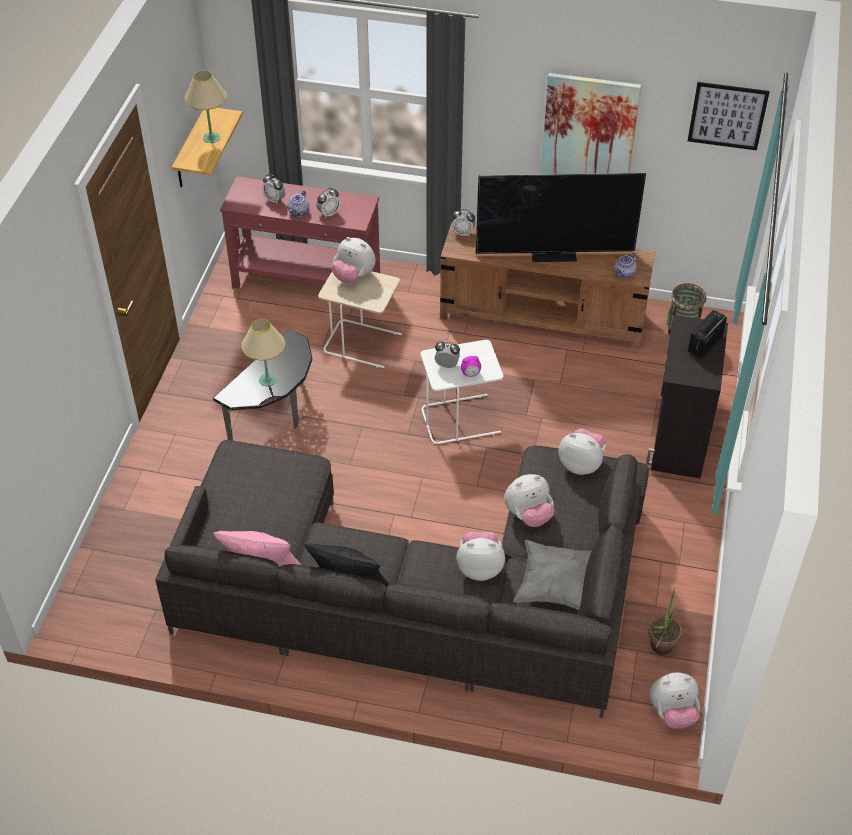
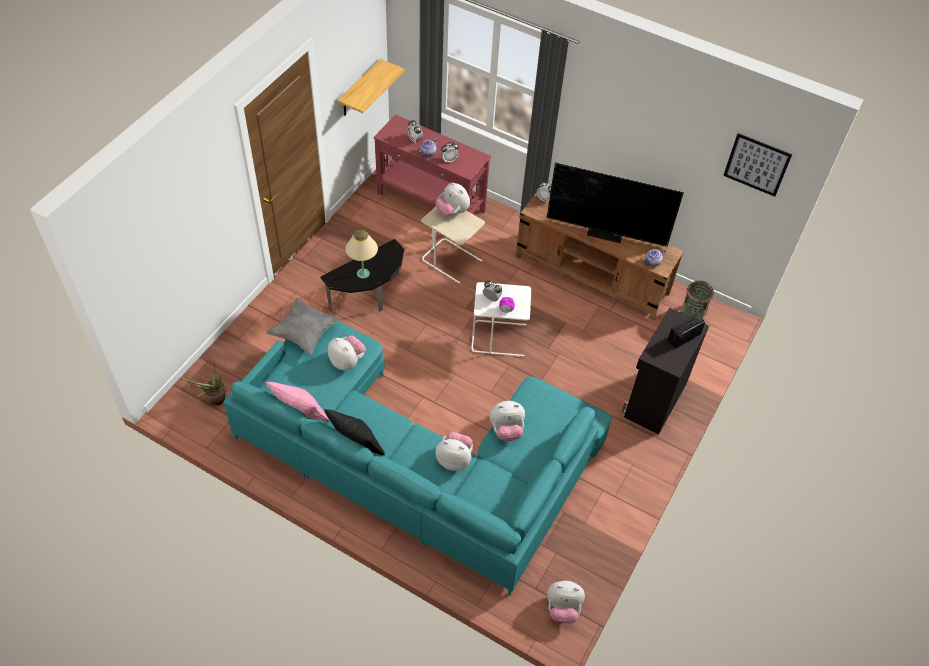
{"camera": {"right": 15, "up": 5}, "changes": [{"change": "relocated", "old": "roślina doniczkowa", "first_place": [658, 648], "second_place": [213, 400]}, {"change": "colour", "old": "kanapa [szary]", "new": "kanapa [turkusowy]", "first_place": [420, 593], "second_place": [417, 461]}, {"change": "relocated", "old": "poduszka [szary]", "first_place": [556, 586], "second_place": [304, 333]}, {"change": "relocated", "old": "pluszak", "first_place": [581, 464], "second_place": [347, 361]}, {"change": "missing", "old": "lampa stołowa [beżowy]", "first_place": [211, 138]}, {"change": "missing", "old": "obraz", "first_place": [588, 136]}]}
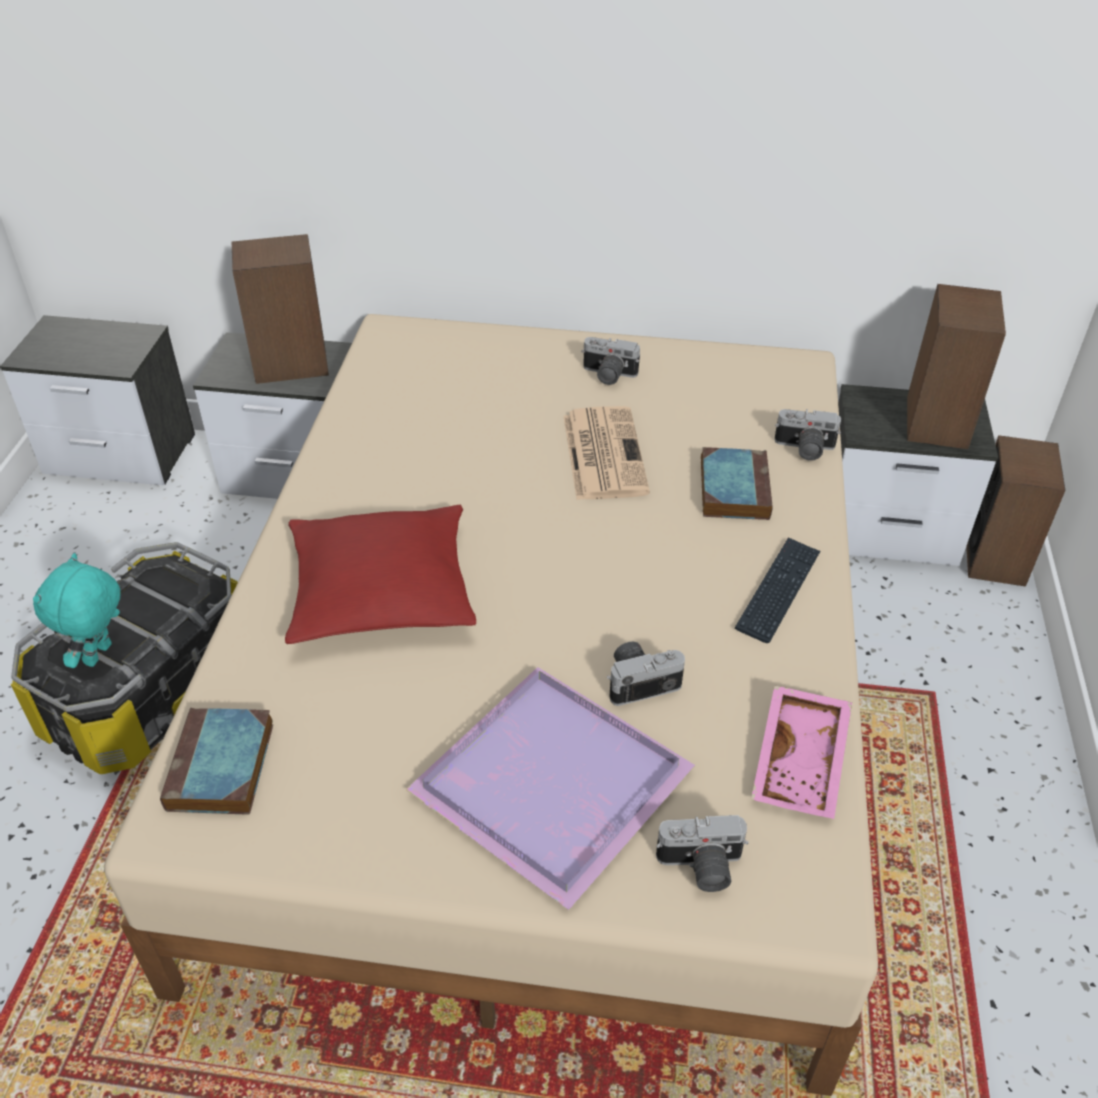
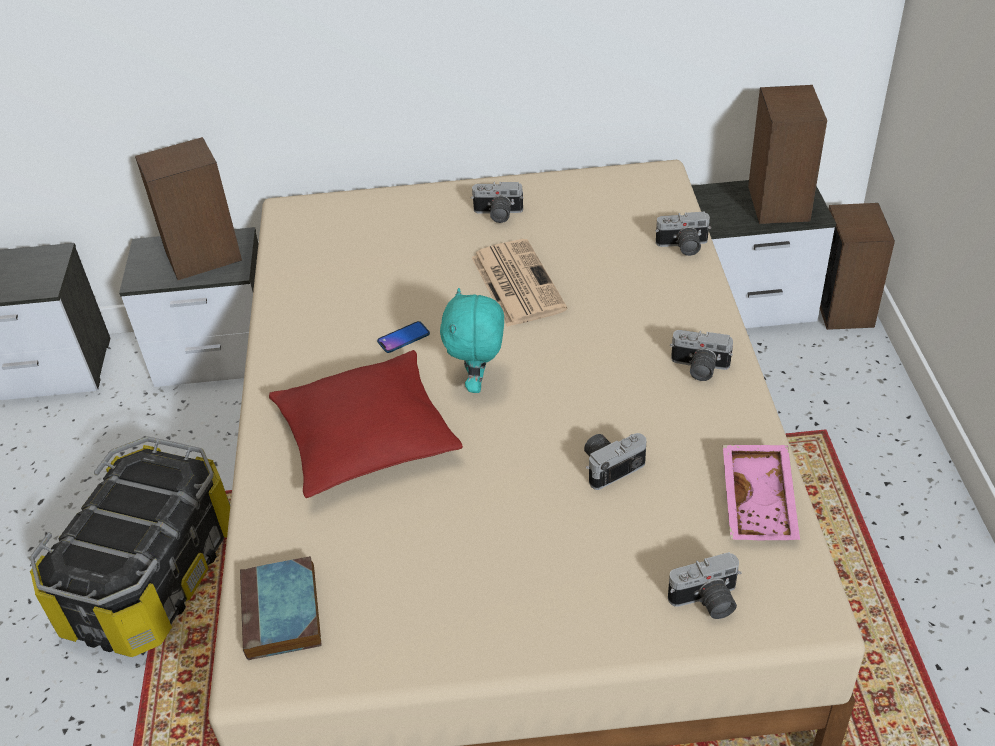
{"camera": {"right": -10, "up": 0}, "changes": [{"change": "appeared", "new": "telefon", "second_place": [403, 338]}, {"change": "relocated", "old": "pluszak [turkusowy]", "first_place": [100, 655], "second_place": [478, 383]}, {"change": "exchanged", "old": "klawiatura", "new": "aparat fotograficzny", "first_place": [778, 590], "second_place": [698, 368]}, {"change": "missing", "old": "taca [fioletowy]", "first_place": [546, 783]}, {"change": "missing", "old": "książka", "first_place": [733, 488]}]}
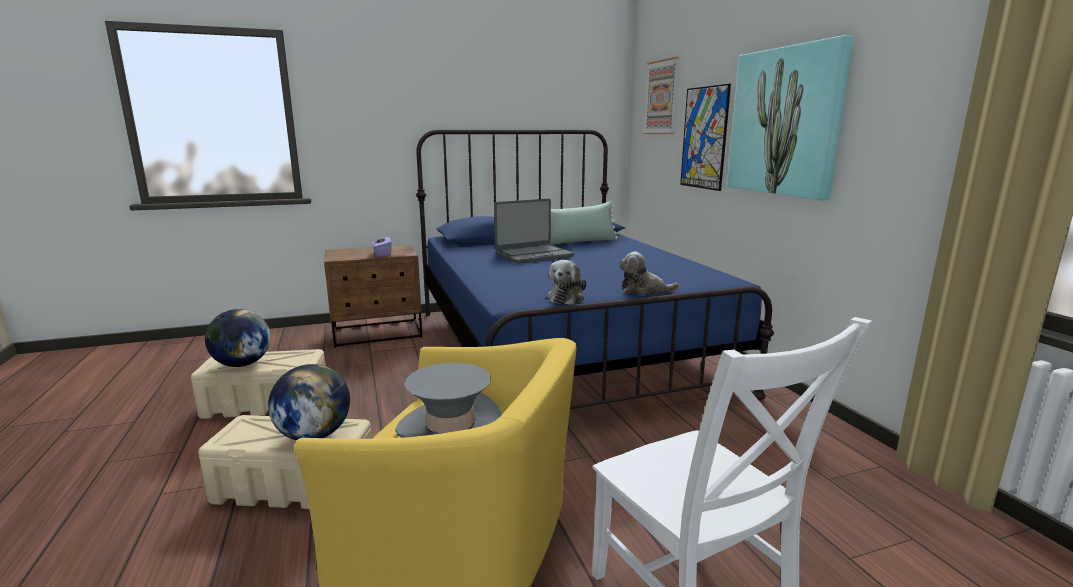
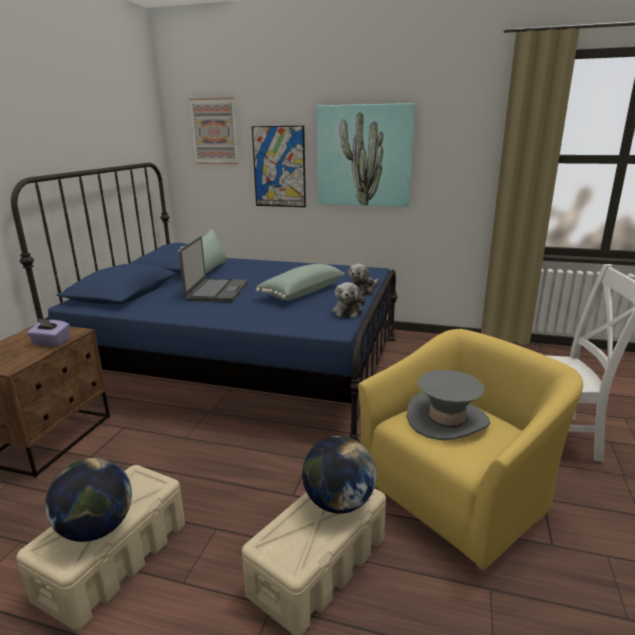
{"camera": {"right": -55, "up": 5}, "changes": [{"change": "appeared", "new": "poduszka [zielony]", "second_place": [301, 292]}, {"change": "spun", "old": "pluszak", "first_place": [566, 297], "second_place": [348, 311], "degrees": 45}]}
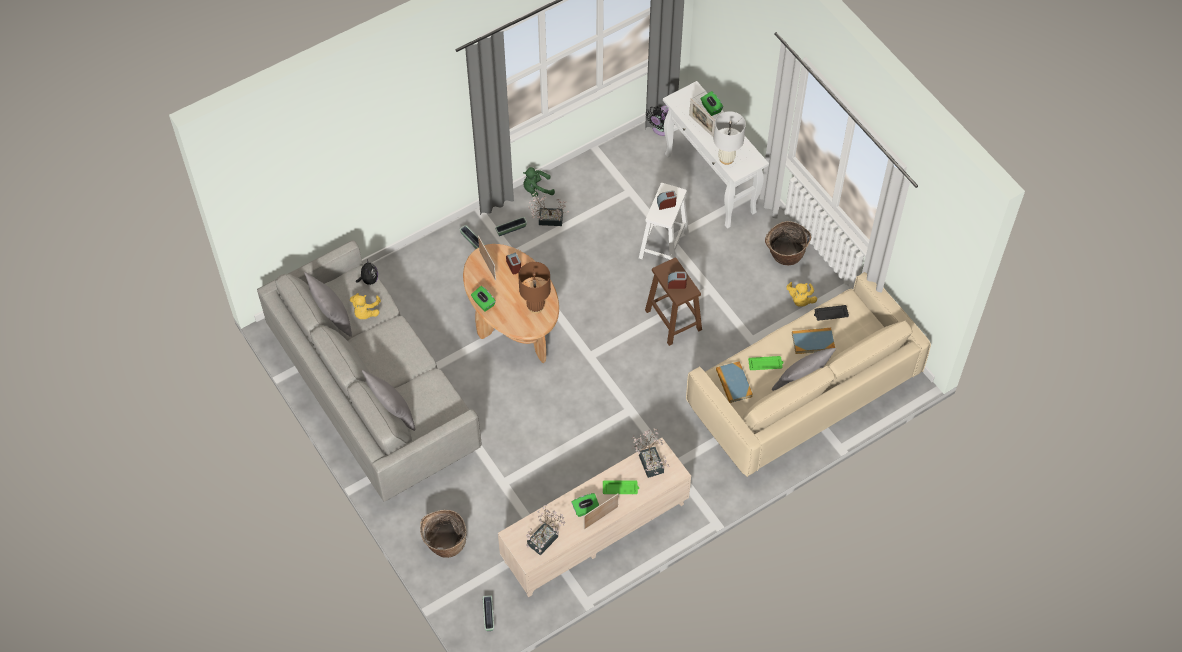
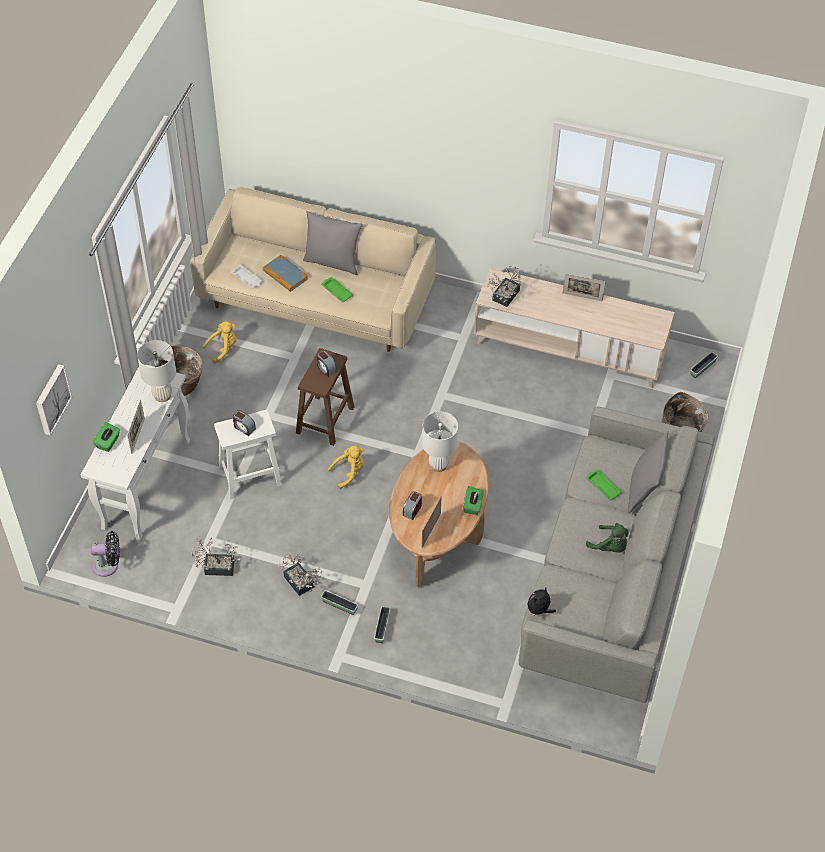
{"camera": {"right": -130, "up": -5}, "changes": [{"change": "appeared", "new": "obraz", "second_place": [51, 399]}, {"change": "relocated", "old": "roślina doniczkowa", "first_place": [545, 538], "second_place": [215, 567]}, {"change": "colour", "old": "taca [czarny]", "new": "taca [biały]", "first_place": [830, 314], "second_place": [247, 278]}, {"change": "relocated", "old": "pluszak [żółty]", "first_place": [365, 312], "second_place": [349, 472]}, {"change": "colour", "old": "lampa stołowa [brązowy]", "new": "lampa stołowa [biały]", "first_place": [535, 307], "second_place": [438, 465]}, {"change": "relocated", "old": "taca [zielony]", "first_place": [621, 488], "second_place": [602, 486]}, {"change": "relocated", "old": "pluszak [zielony]", "first_place": [536, 189], "second_place": [609, 546]}, {"change": "missing", "old": "poduszka [szary]", "first_place": [332, 318]}, {"change": "missing", "old": "pudełko chusteczek [zielony]", "first_place": [585, 509]}, {"change": "missing", "old": "książka", "first_place": [734, 383]}]}
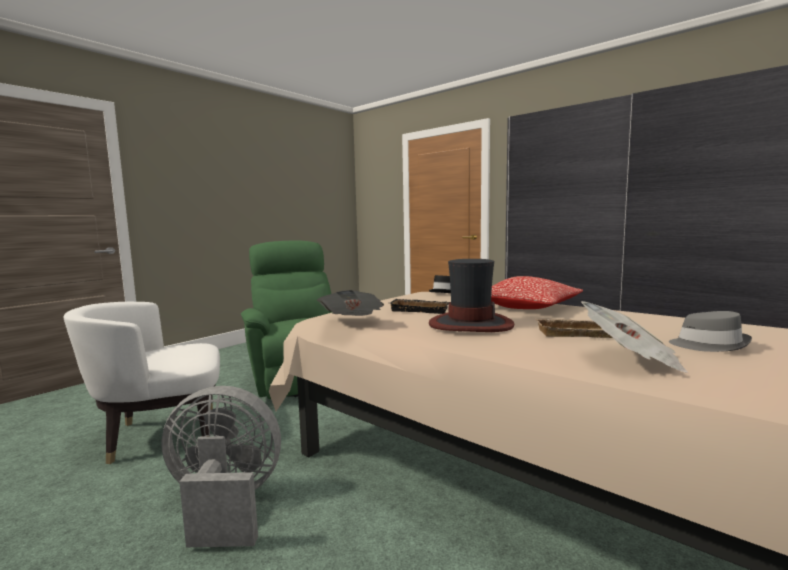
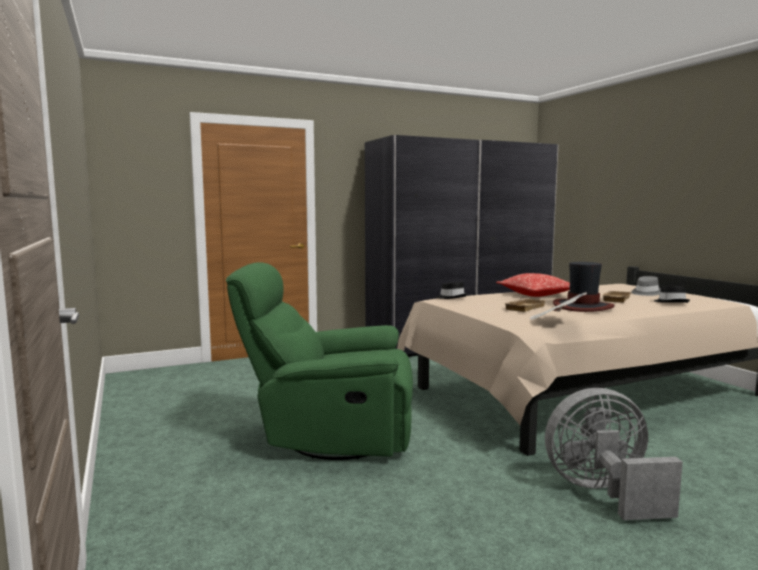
{"camera": {"right": -65, "up": 0}, "changes": [{"change": "colour", "old": "taca [czarny]", "new": "taca [beżowy]", "first_place": [421, 310], "second_place": [523, 307]}, {"change": "spun", "old": "wentylator [szary]", "first_place": [225, 505], "second_place": [603, 492], "degrees": 60}, {"change": "exchanged", "old": "gazeta", "new": "kapelusz [czarny]", "first_place": [632, 360], "second_place": [671, 302]}, {"change": "missing", "old": "fotel [biały]", "first_place": [161, 434]}]}
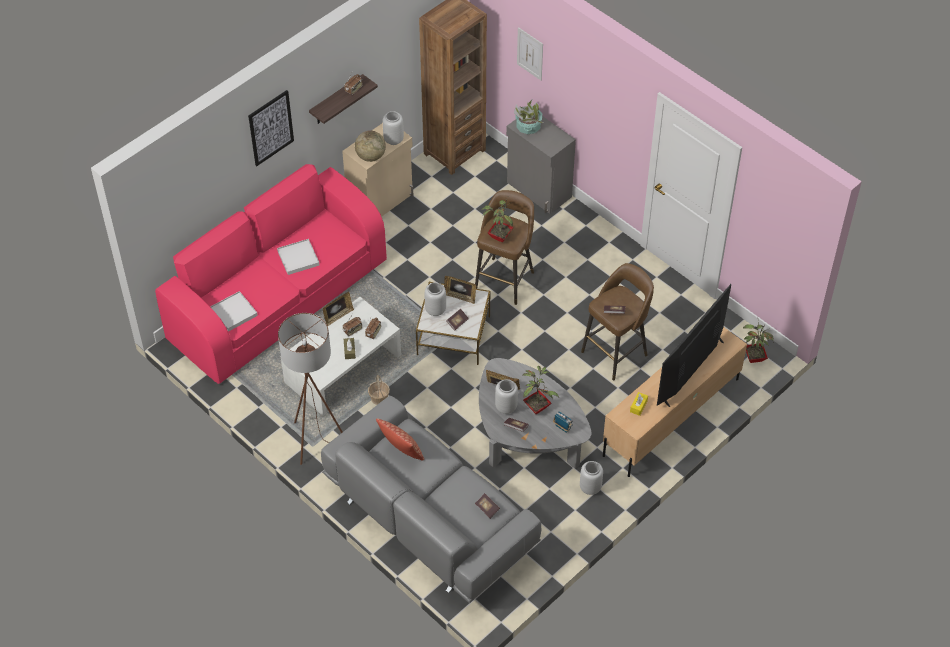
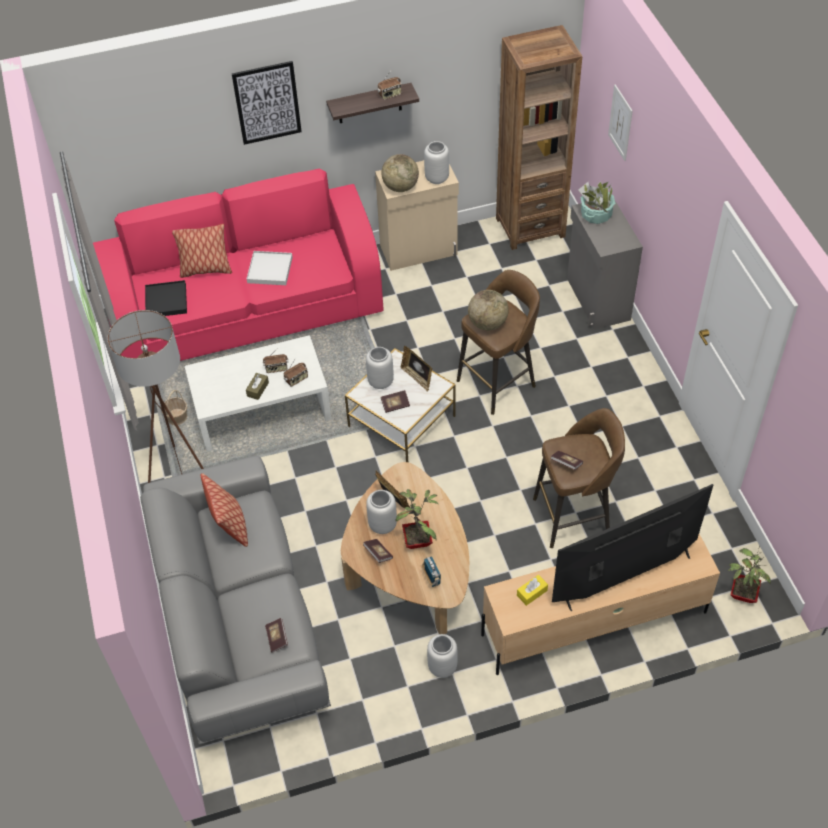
{"camera": {"right": 30, "up": 0}, "changes": [{"change": "colour", "old": "taca [biały]", "new": "taca [czarny]", "first_place": [234, 312], "second_place": [166, 301]}, {"change": "relocated", "old": "koszyk", "first_place": [379, 398], "second_place": [176, 417]}, {"change": "appeared", "new": "poduszka", "second_place": [205, 270]}, {"change": "colour", "old": "ława [szary]", "new": "ława [brązowy]", "first_place": [527, 434], "second_place": [410, 569]}, {"change": "exchanged", "old": "roślina doniczkowa", "new": "globus", "first_place": [499, 236], "second_place": [487, 323]}, {"change": "missing", "old": "ramka na zdjęcie", "first_place": [338, 316]}]}
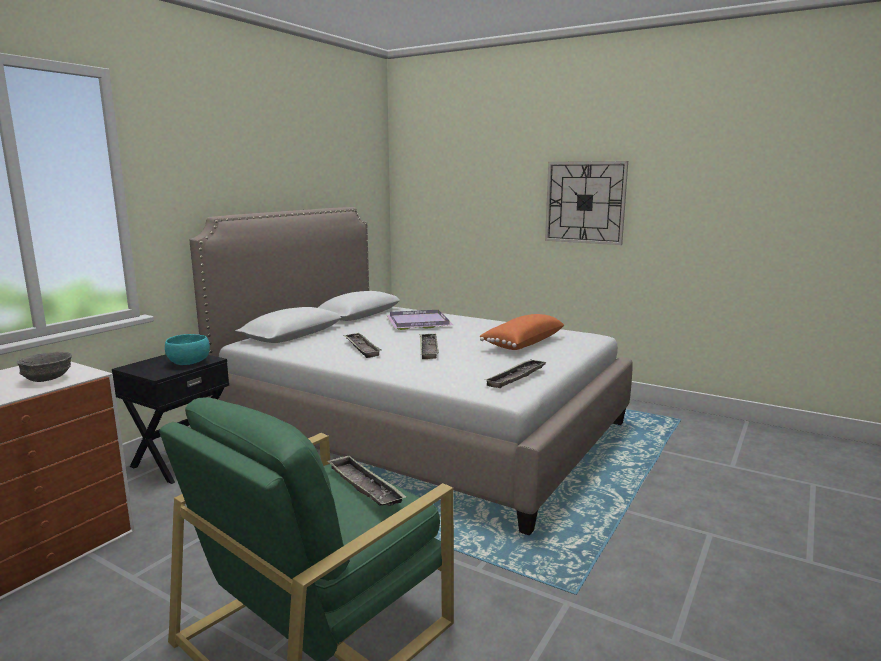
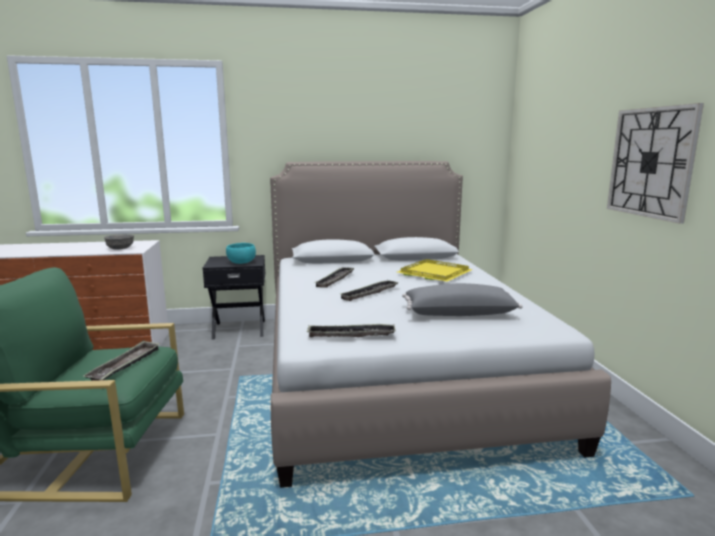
{"camera": {"right": 50, "up": 0}, "changes": [{"change": "colour", "old": "taca [fioletowy]", "new": "taca [żółty]", "first_place": [419, 322], "second_place": [436, 273]}, {"change": "colour", "old": "poduszka [pomarańczowy]", "new": "poduszka [szary]", "first_place": [522, 343], "second_place": [459, 313]}]}
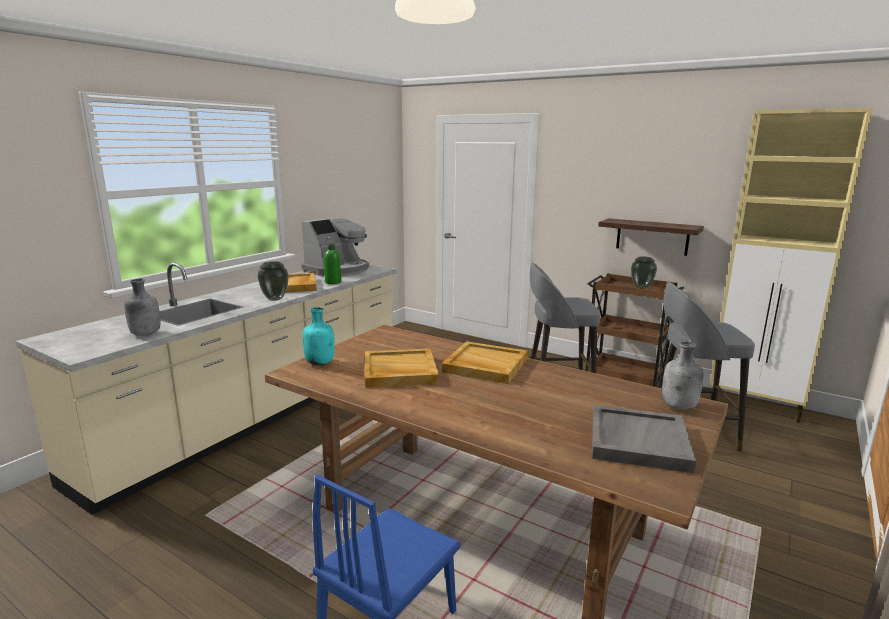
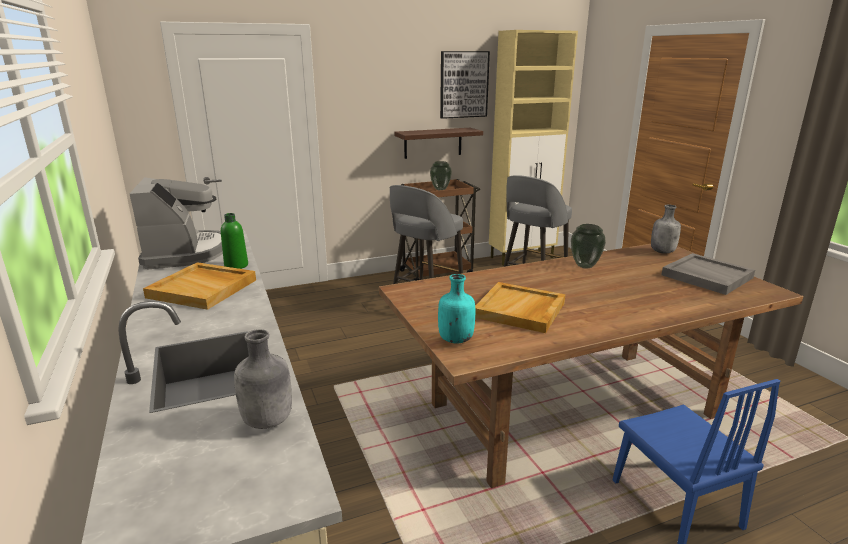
{"camera": {"right": -55, "up": 5}, "changes": [{"change": "appeared", "new": "obraz", "second_place": [463, 84]}, {"change": "relocated", "old": "wazon", "first_place": [275, 299], "second_place": [585, 266]}, {"change": "missing", "old": "taca [beżowy]", "first_place": [484, 365]}]}
